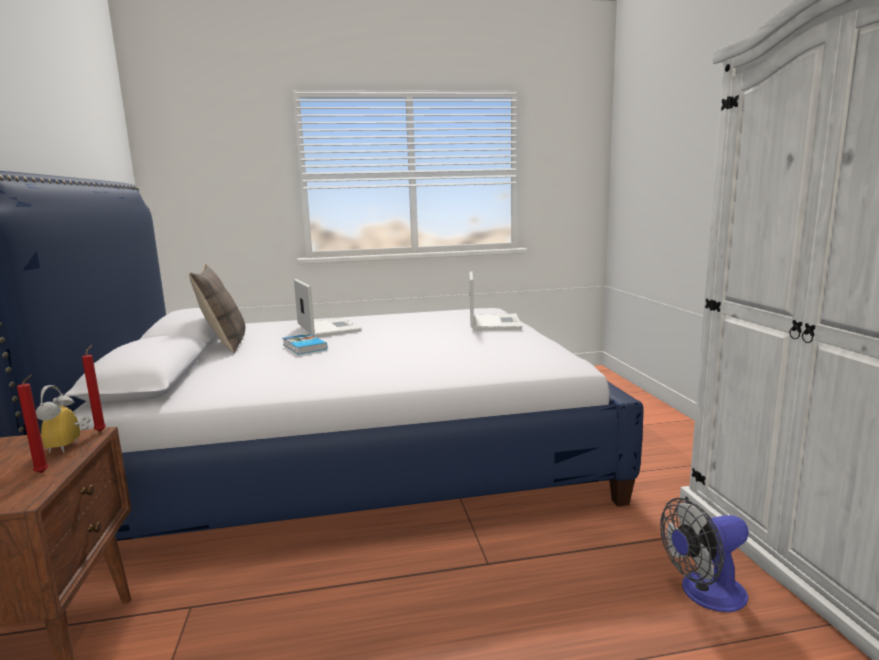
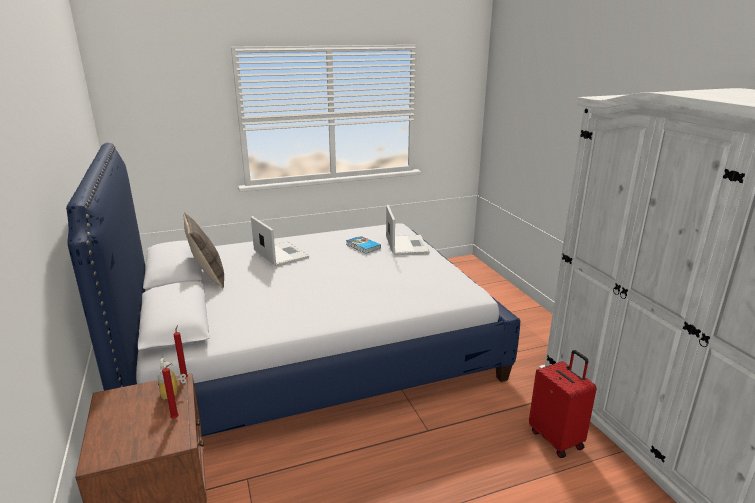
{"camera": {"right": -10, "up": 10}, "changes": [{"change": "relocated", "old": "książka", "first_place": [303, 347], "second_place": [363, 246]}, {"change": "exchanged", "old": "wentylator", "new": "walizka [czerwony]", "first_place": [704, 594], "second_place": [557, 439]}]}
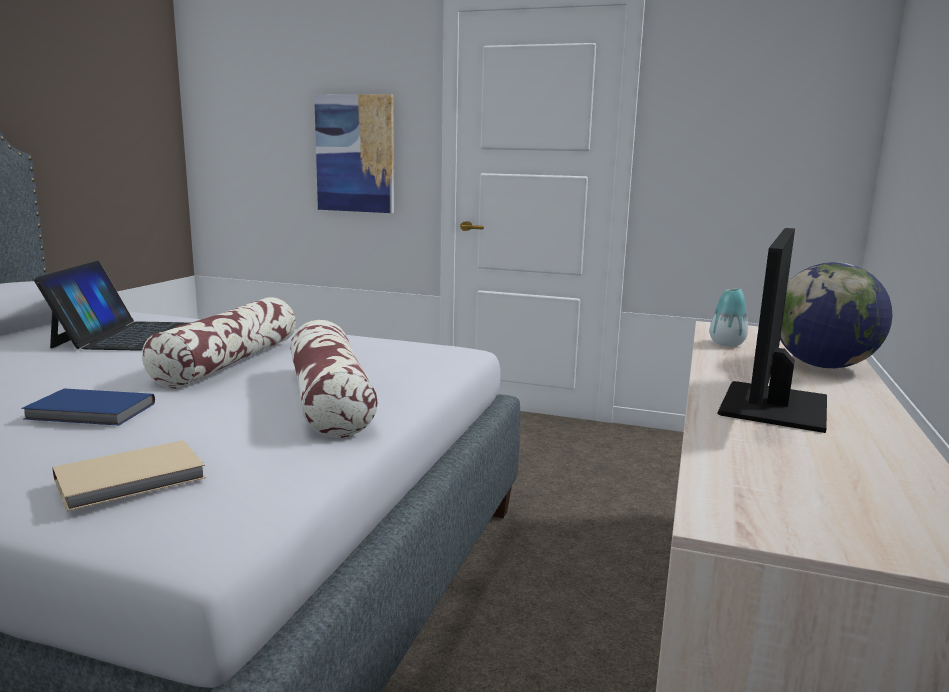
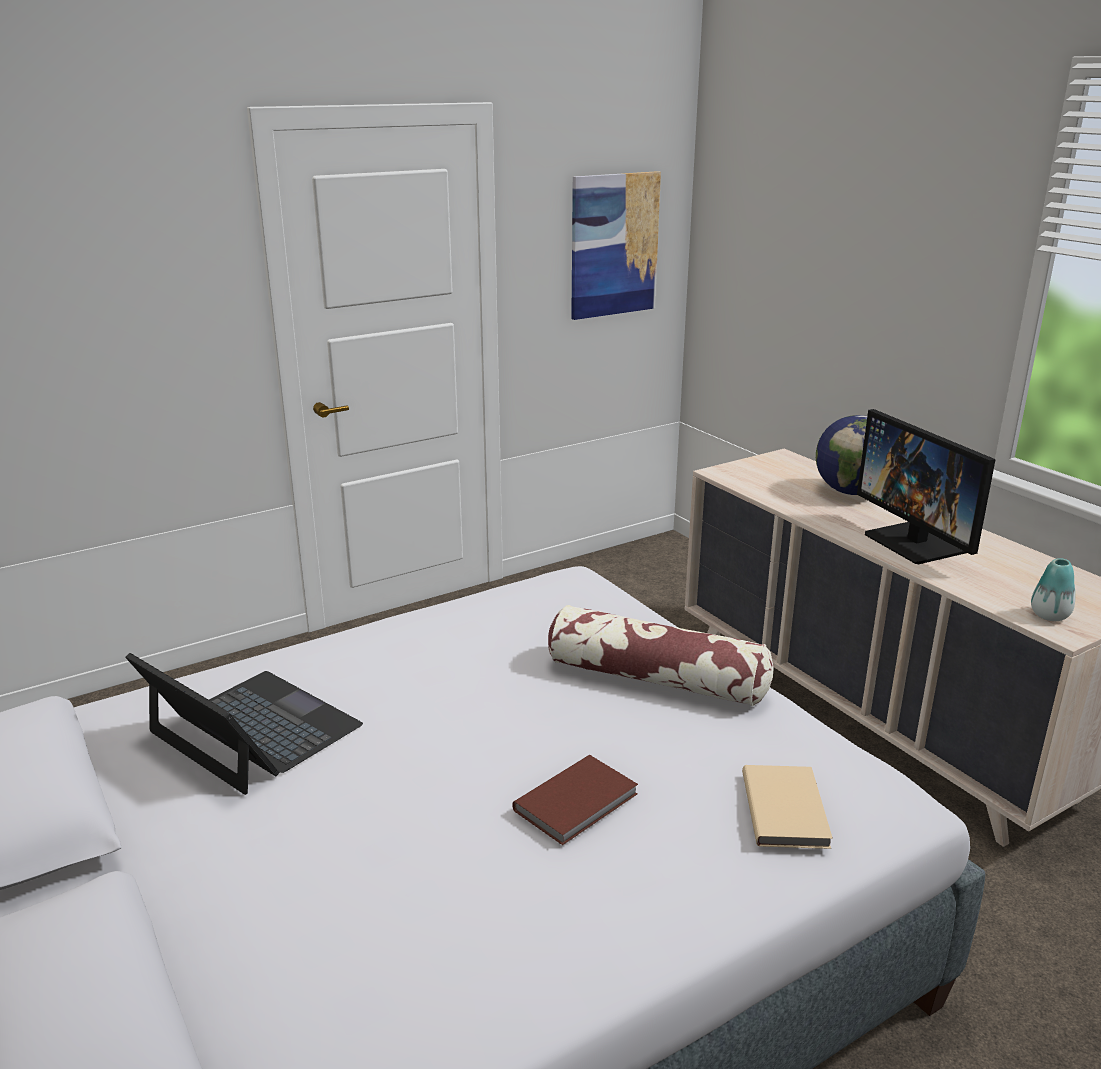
{"camera": {"right": -50, "up": 10}, "changes": [{"change": "colour", "old": "książka [niebieski]", "new": "książka [brązowy]", "first_place": [91, 412], "second_place": [579, 802]}, {"change": "relocated", "old": "obraz", "first_place": [355, 154], "second_place": [614, 245]}, {"change": "relocated", "old": "wazon", "first_place": [727, 344], "second_place": [1049, 616]}, {"change": "missing", "old": "poduszka", "first_place": [229, 362]}]}
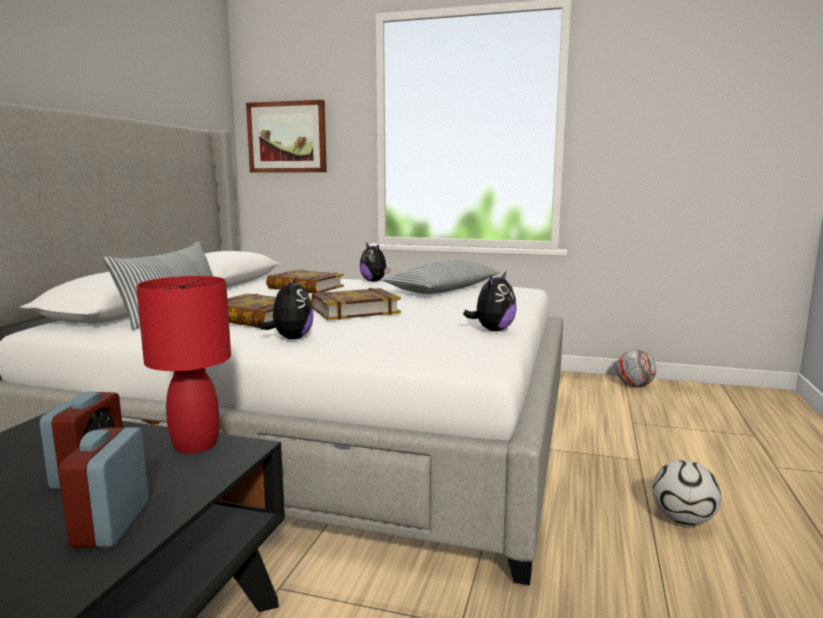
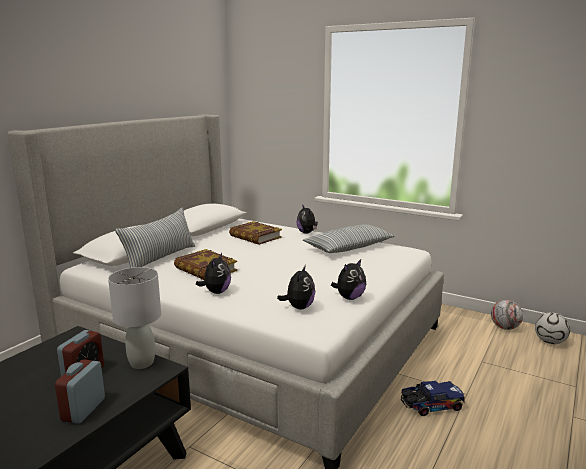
{"camera": {"right": 15, "up": 5}, "changes": [{"change": "colour", "old": "lampa stołowa [czerwony]", "new": "lampa stołowa [szary]", "first_place": [195, 446], "second_place": [142, 363]}, {"change": "appeared", "new": "pluszak", "second_place": [299, 307]}, {"change": "appeared", "new": "ciężarówka zabawkowa", "second_place": [430, 406]}, {"change": "relocated", "old": "piłka futbolowa", "first_place": [682, 520], "second_place": [549, 342]}, {"change": "missing", "old": "obraz", "first_place": [287, 137]}, {"change": "missing", "old": "książka", "first_place": [355, 310]}]}
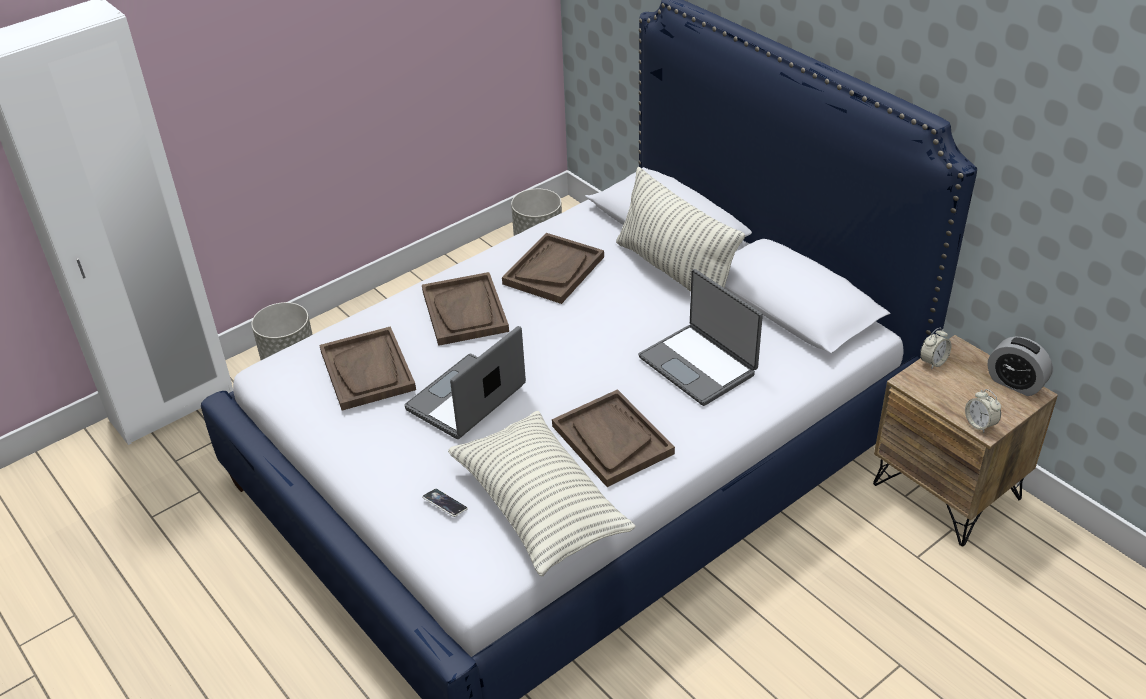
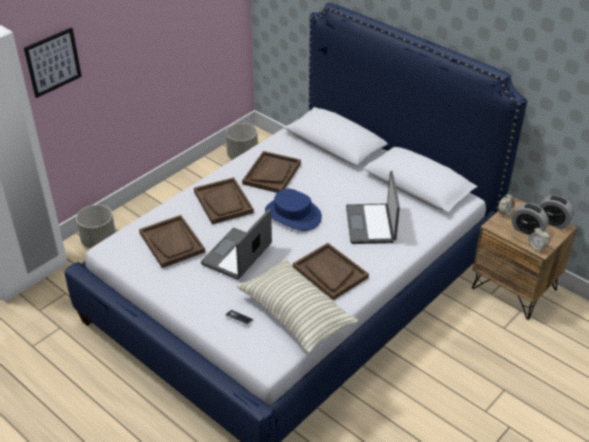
{"camera": {"right": -10, "up": 0}, "changes": [{"change": "appeared", "new": "obraz", "second_place": [53, 62]}, {"change": "appeared", "new": "kapelusz [niebieski]", "second_place": [292, 215]}, {"change": "spun", "old": "laptop", "first_place": [699, 365], "second_place": [371, 225], "degrees": 45}, {"change": "appeared", "new": "budzik", "second_place": [527, 230]}, {"change": "missing", "old": "poduszka", "first_place": [675, 273]}]}
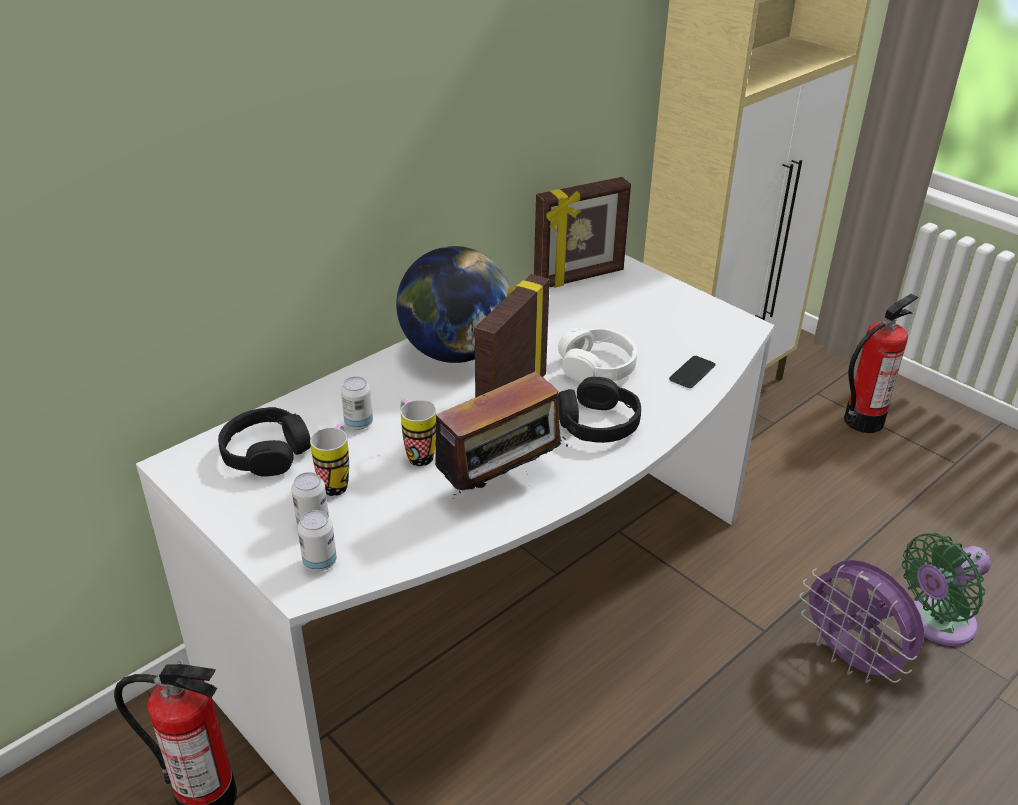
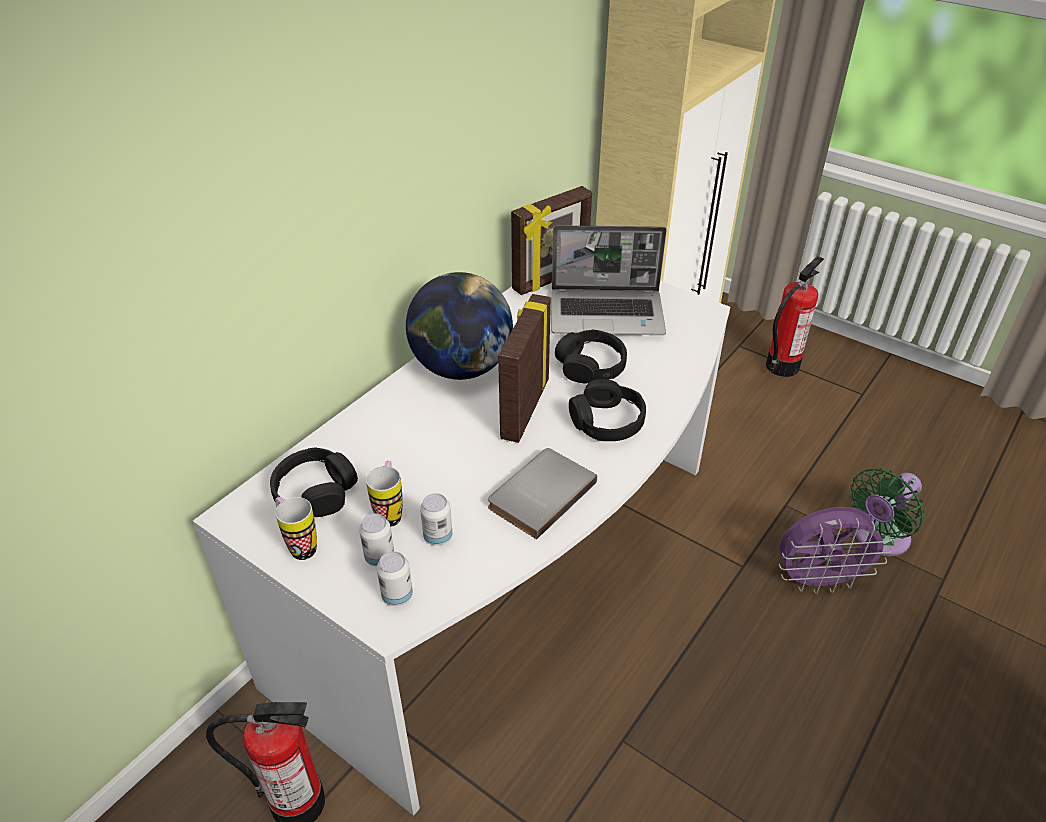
{"camera": {"right": -10, "up": 5}, "changes": [{"change": "relocated", "old": "kubek", "first_place": [416, 453], "second_place": [299, 545]}, {"change": "relocated", "old": "puszka", "first_place": [358, 423], "second_place": [438, 536]}, {"change": "exchanged", "old": "radio", "new": "książka [szary]", "first_place": [501, 484], "second_place": [539, 493]}, {"change": "appeared", "new": "laptop", "second_place": [608, 314]}, {"change": "colour", "old": "słuchawki [biały]", "new": "słuchawki [czarny]", "first_place": [597, 367], "second_place": [591, 366]}, {"change": "spun", "old": "wentylator [fioletowy]", "first_place": [851, 660], "second_place": [818, 581], "degrees": -45}, {"change": "missing", "old": "telefon", "first_place": [692, 373]}]}
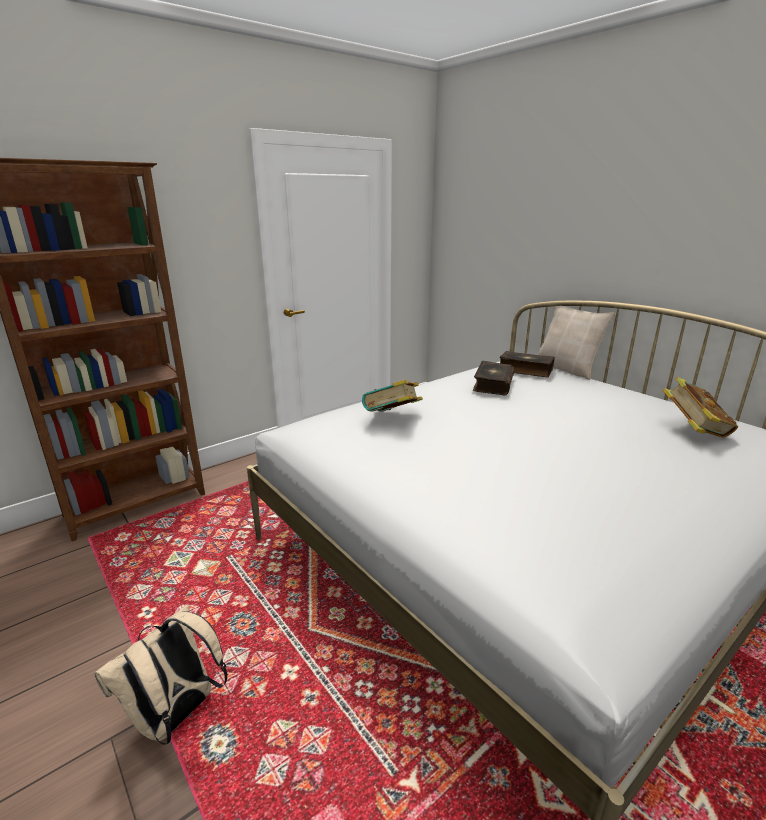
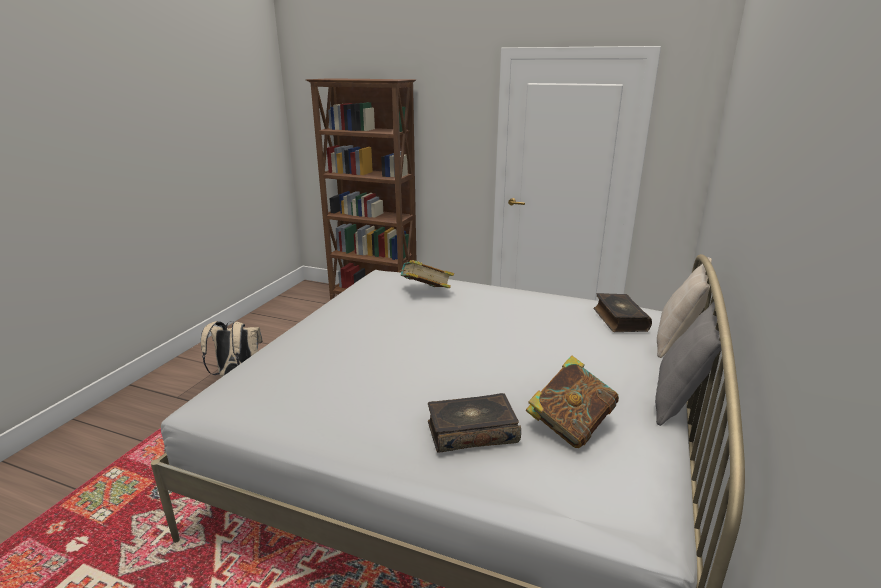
{"camera": {"right": 60, "up": 0}, "changes": [{"change": "relocated", "old": "książka", "first_place": [492, 385], "second_place": [472, 432]}, {"change": "appeared", "new": "poduszka [szary]", "second_place": [679, 401]}]}
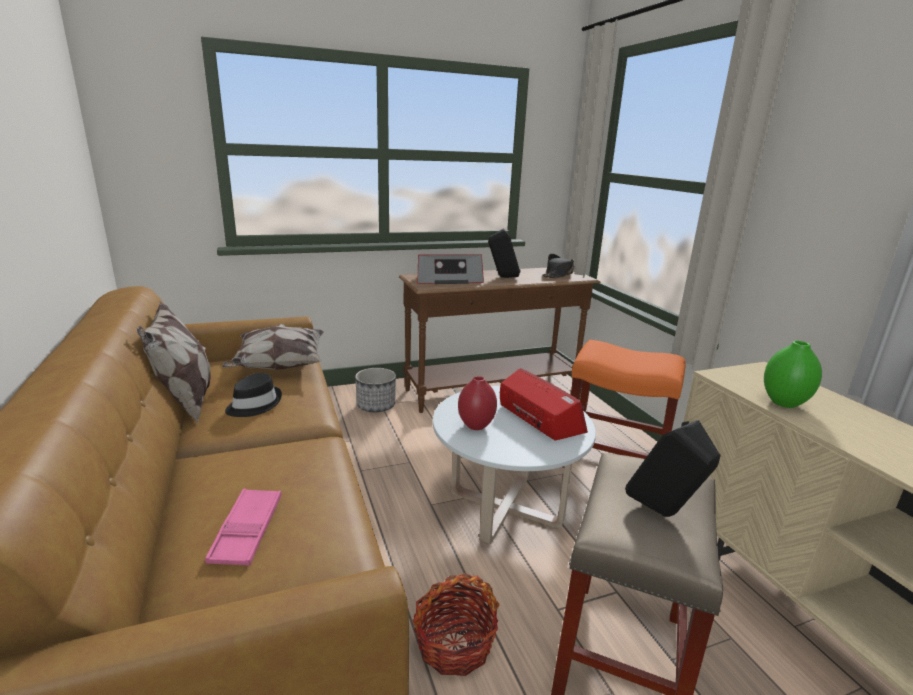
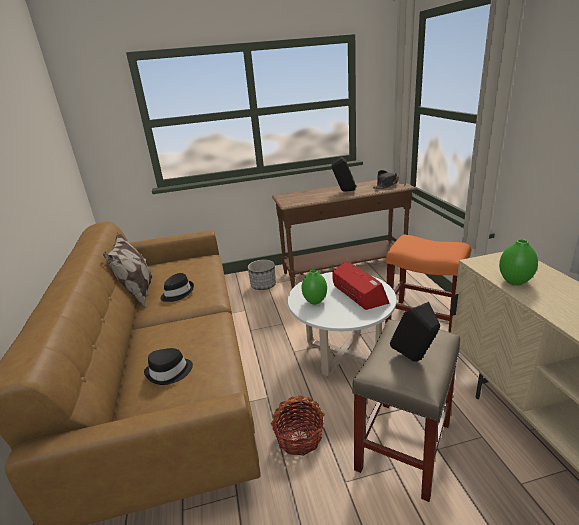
{"camera": {"right": 10, "up": 5}, "changes": [{"change": "exchanged", "old": "taca [różowy]", "new": "kapelusz [czarny]", "first_place": [247, 531], "second_place": [169, 372]}, {"change": "colour", "old": "wazon [czerwony]", "new": "wazon [zielony]", "first_place": [476, 426], "second_place": [315, 301]}, {"change": "missing", "old": "poduszka", "first_place": [279, 367]}, {"change": "missing", "old": "radio", "first_place": [448, 280]}]}
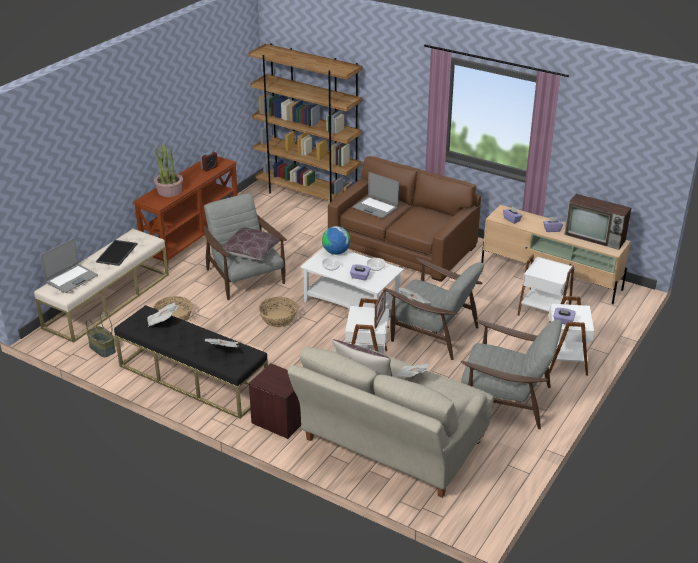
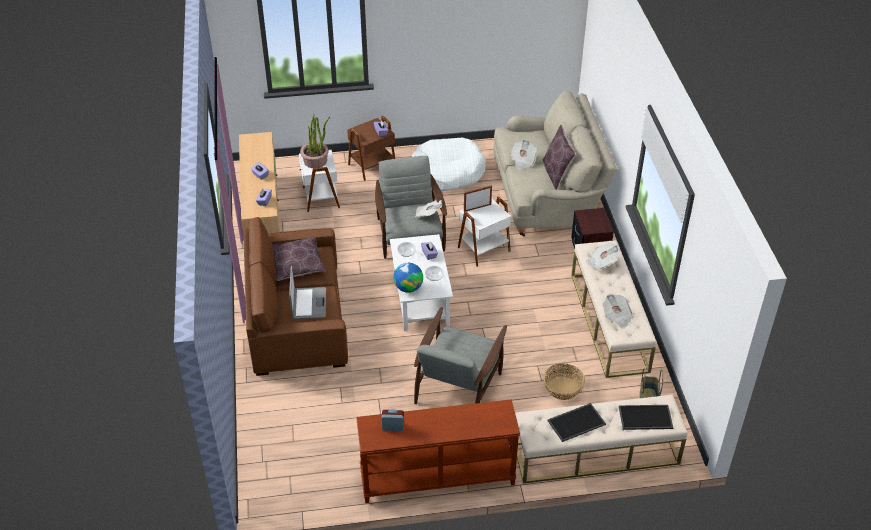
{"camera": {"right": -130, "up": 10}, "changes": [{"change": "relocated", "old": "poduszka [brązowy]", "first_place": [251, 251], "second_place": [297, 265]}, {"change": "relocated", "old": "roślina doniczkowa", "first_place": [169, 191], "second_place": [315, 161]}, {"change": "colour", "old": "stolik [biały]", "new": "stolik [brązowy]", "first_place": [565, 360], "second_place": [372, 166]}, {"change": "exchanged", "old": "fotel [szary]", "new": "legowisko [biały]", "first_place": [505, 399], "second_place": [446, 172]}, {"change": "colour", "old": "ławka [czarny]", "new": "ławka [beżowy]", "first_place": [192, 378], "second_place": [609, 322]}, {"change": "exchanged", "old": "laptop", "new": "taca", "first_place": [71, 279], "second_place": [645, 418]}, {"change": "missing", "old": "regał [brązowy]", "first_place": [308, 196]}, {"change": "missing", "old": "koszyk", "first_place": [278, 319]}, {"change": "missing", "old": "telewizor", "first_place": [596, 237]}]}
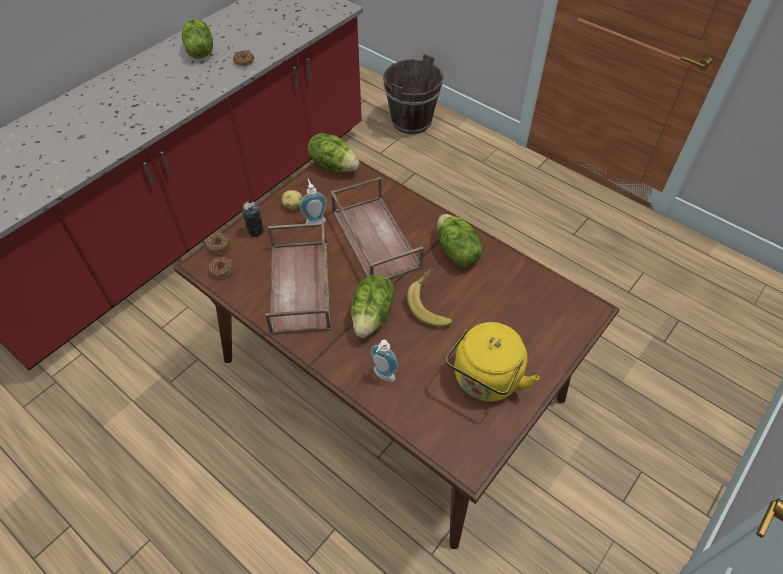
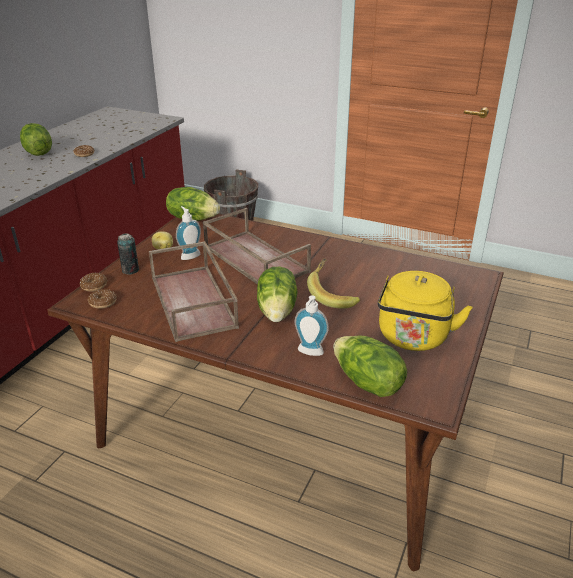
{"camera": {"right": -15, "up": -20}, "changes": [{"change": "relocated", "old": "sałata", "first_place": [456, 252], "second_place": [367, 383]}]}
